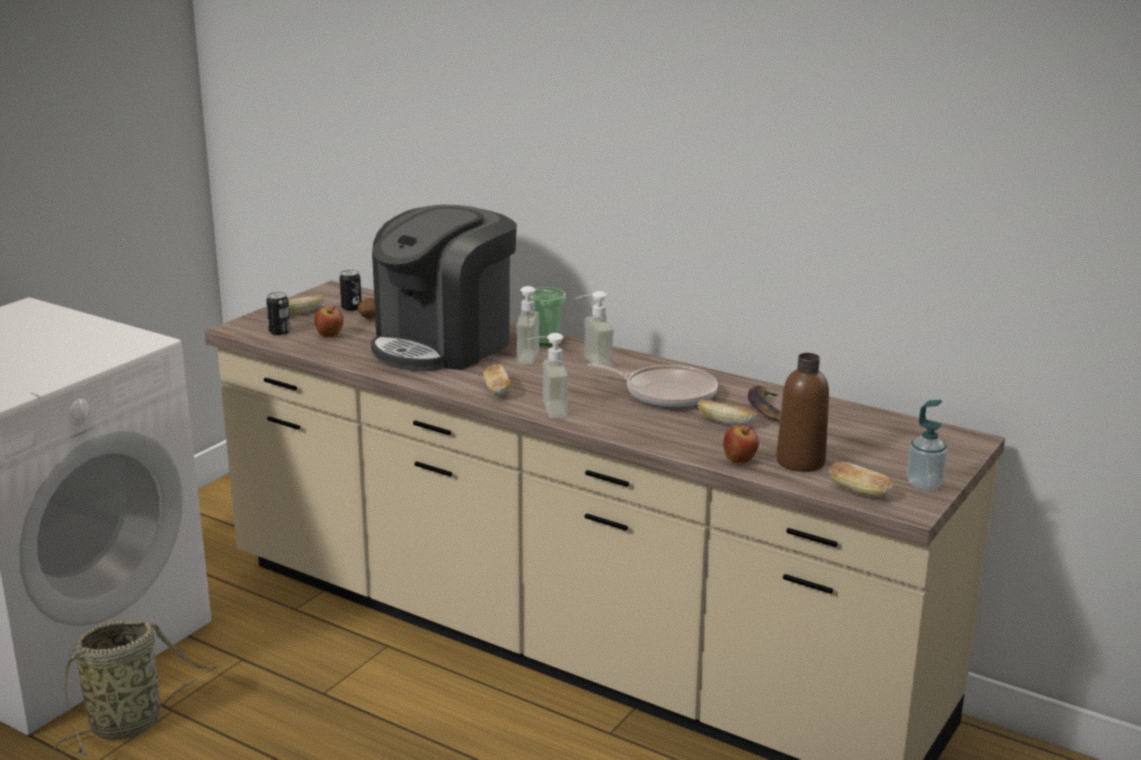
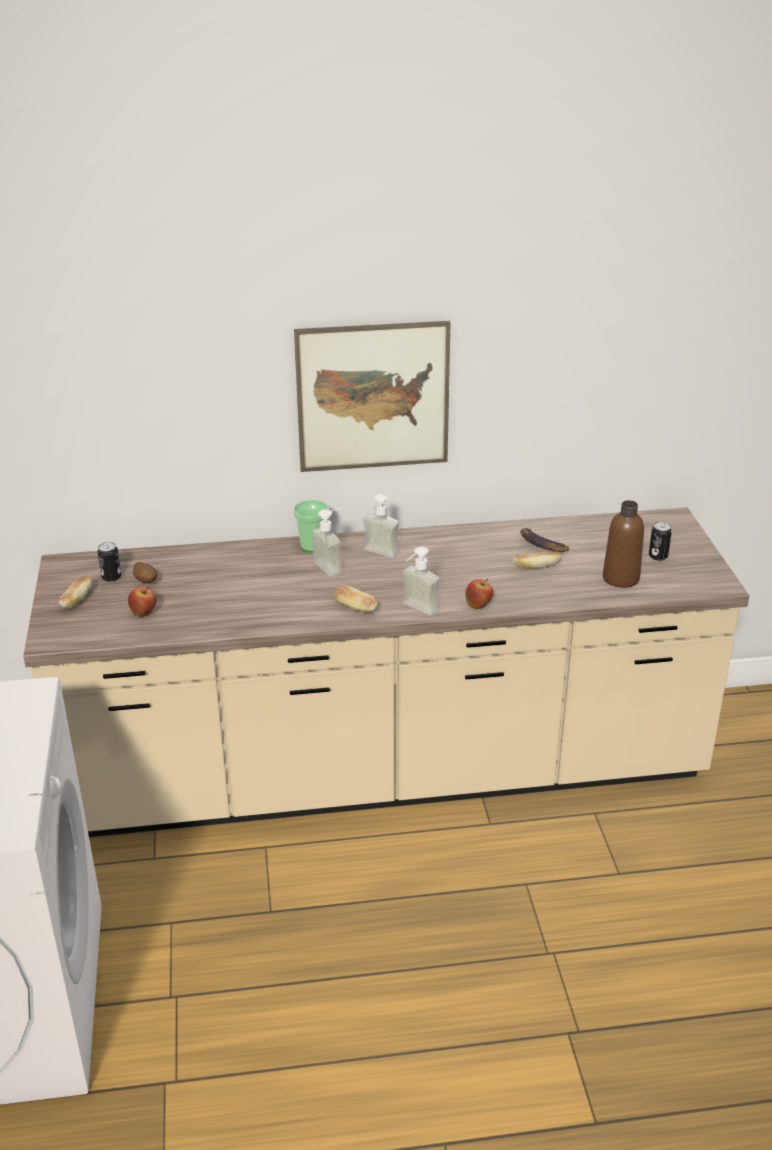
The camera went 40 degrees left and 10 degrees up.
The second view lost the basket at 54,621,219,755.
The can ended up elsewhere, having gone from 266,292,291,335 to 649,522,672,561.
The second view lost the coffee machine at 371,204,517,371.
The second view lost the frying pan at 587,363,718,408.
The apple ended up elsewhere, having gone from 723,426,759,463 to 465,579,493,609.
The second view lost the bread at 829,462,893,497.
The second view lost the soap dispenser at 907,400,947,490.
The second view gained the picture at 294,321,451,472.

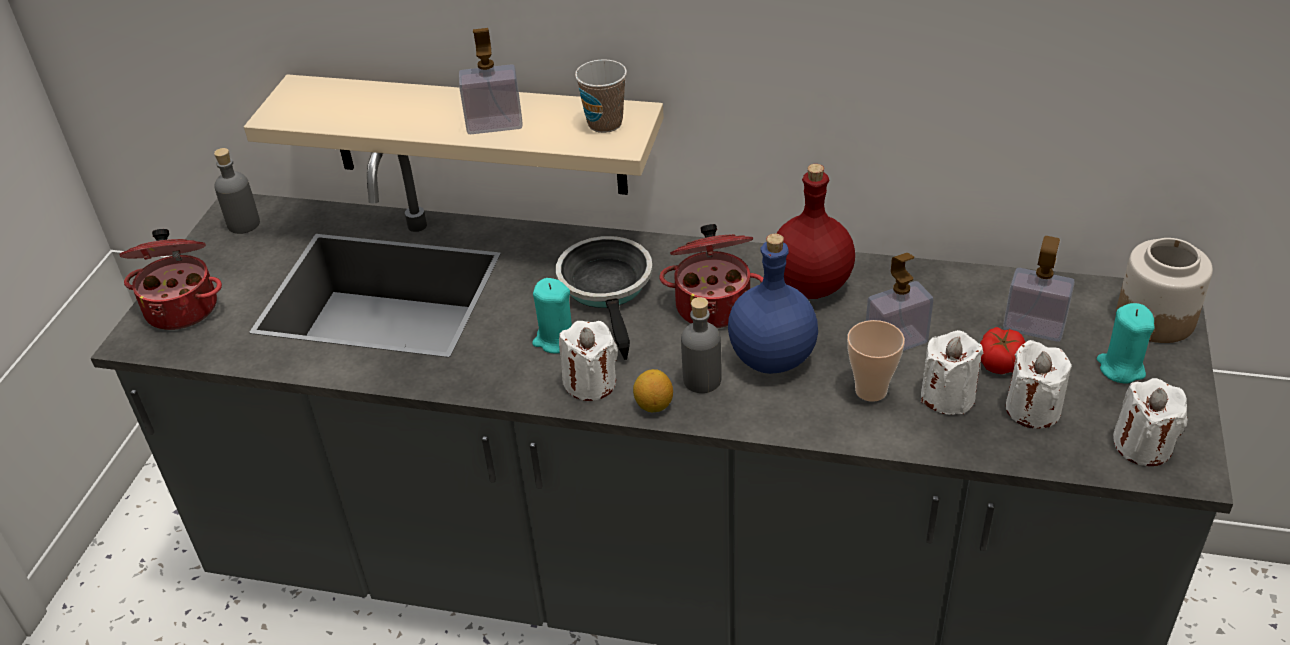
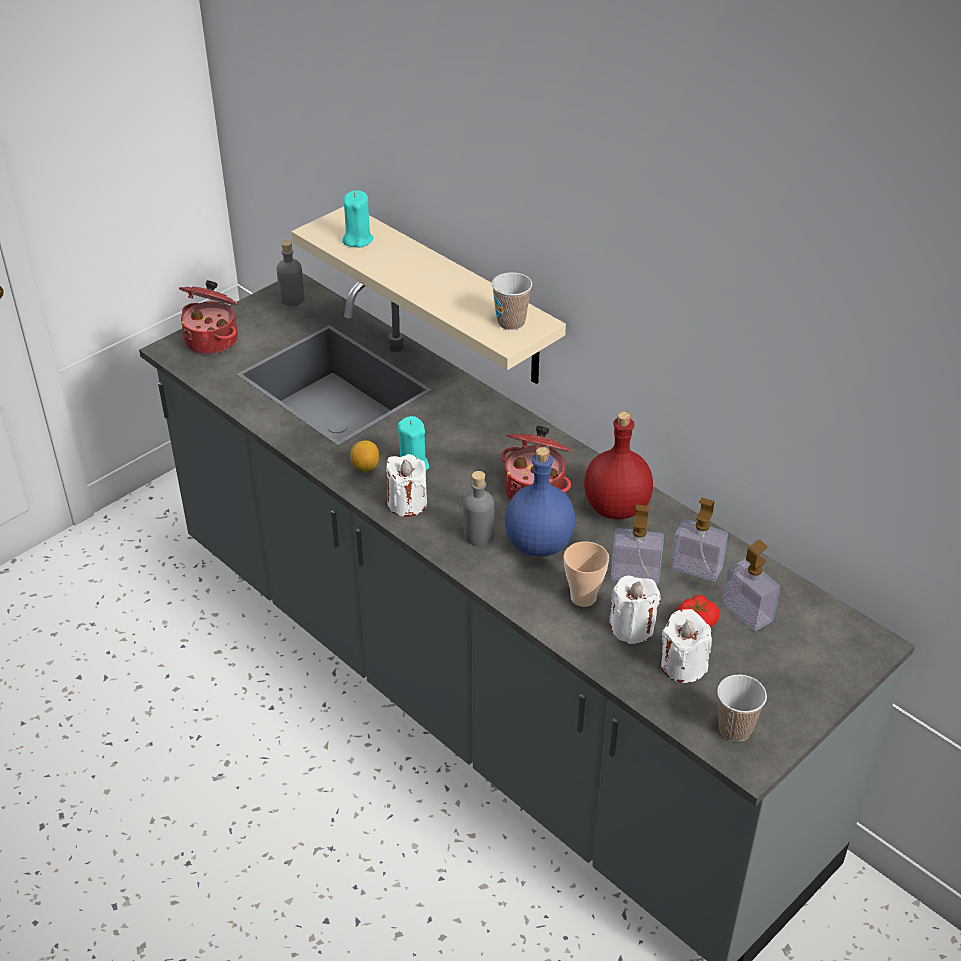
The camera went 30 degrees right and 0 degrees up.
The soap dispenser ended up elsewhere, having gone from 459,28,523,134 to 671,498,728,582.
The second view lost the frying pan at 556,236,653,360.
The lemon ended up elsewhere, having gone from 633,369,673,412 to 350,440,379,472.
The candle (turquoise) ended up elsewhere, having gone from 1097,303,1155,384 to 342,191,373,248.
Where the candle (white) stood at 1113,378,1187,466, the cup came to stand at 717,675,767,742.
The second view lost the jar at 1116,238,1213,343.

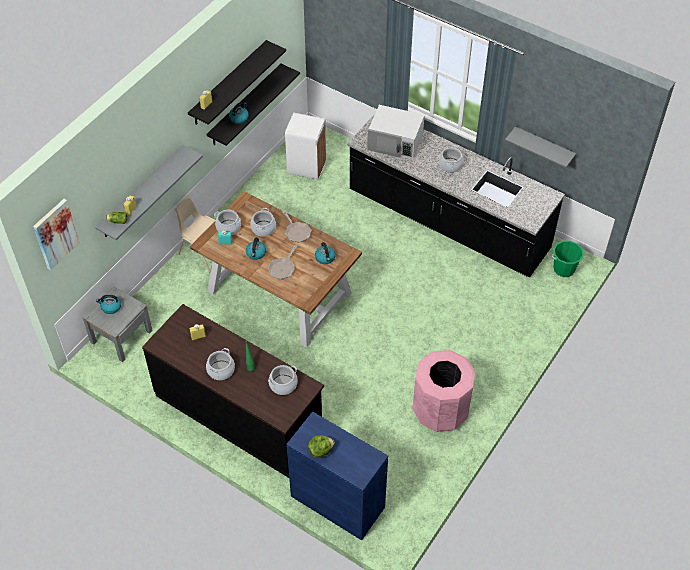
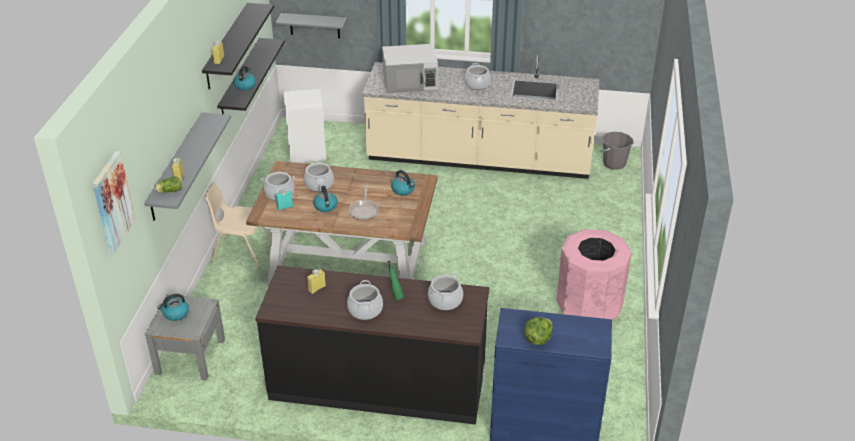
The camera went 25 degrees left and 15 degrees down.
The second view lost the frying pan at 283,211,311,243.
What was the counter (black) at 347,114,565,277 turned into the counter (beige) at 362,55,599,179.
The shelf (grey) ended up elsewhere, having gone from 505,126,576,168 to 275,13,347,38.
What was the bucket (green) at 552,241,584,277 turned into the bucket (grey) at 601,132,634,170.

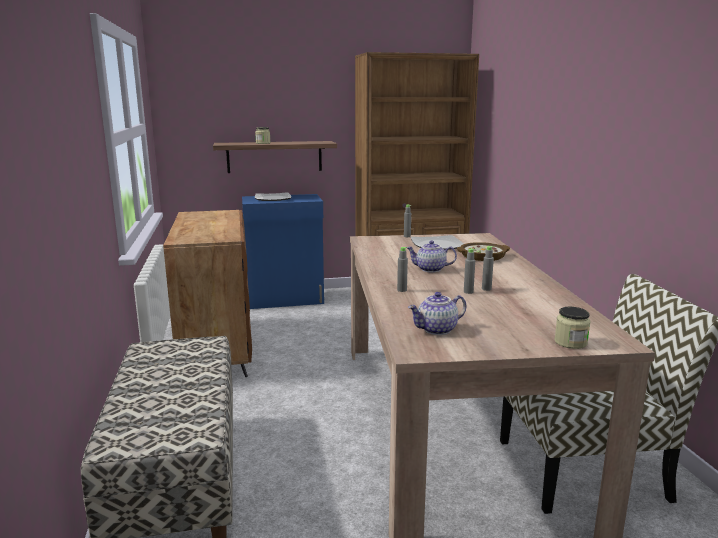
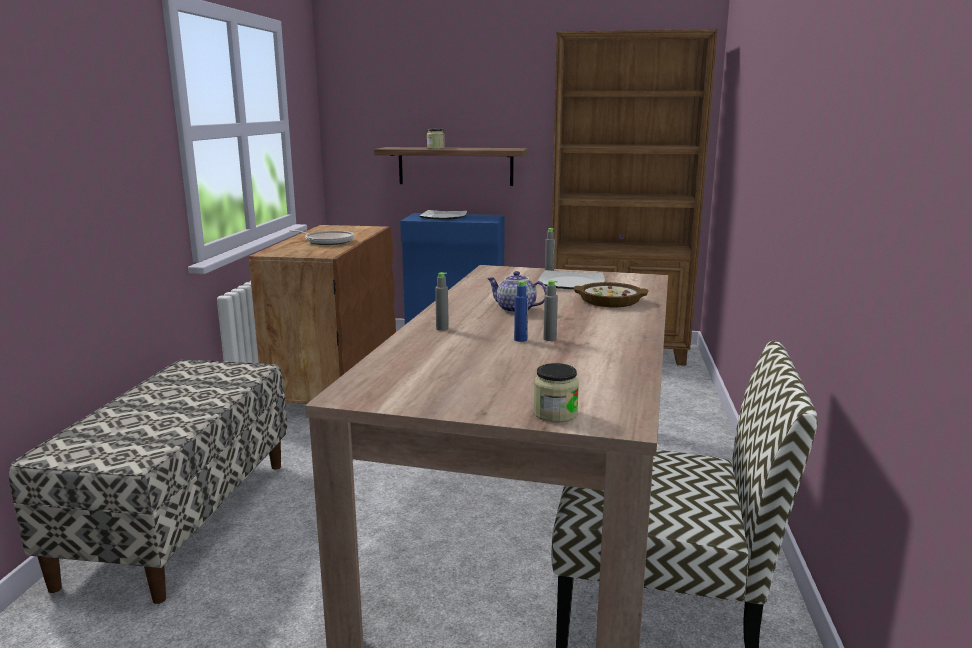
The camera went 20 degrees right and 0 degrees up.
The second view lost the teapot at 408,292,466,335.
What was the bottle (grey) at 464,248,475,294 turned into the bottle (blue) at 514,281,528,342.
The second view gained the frying pan at 289,230,354,245.

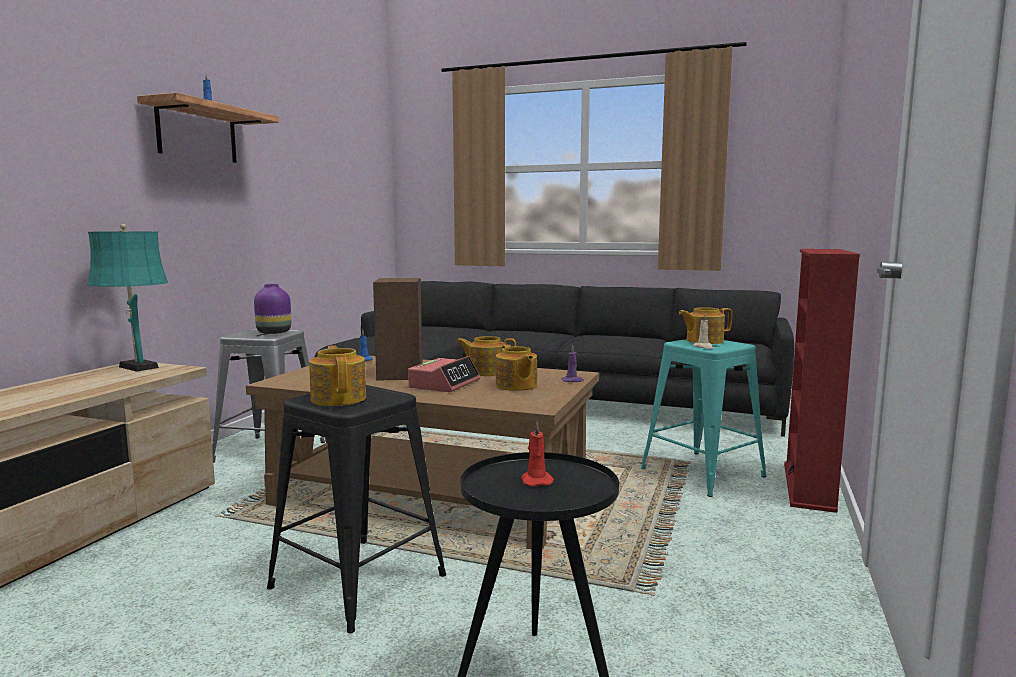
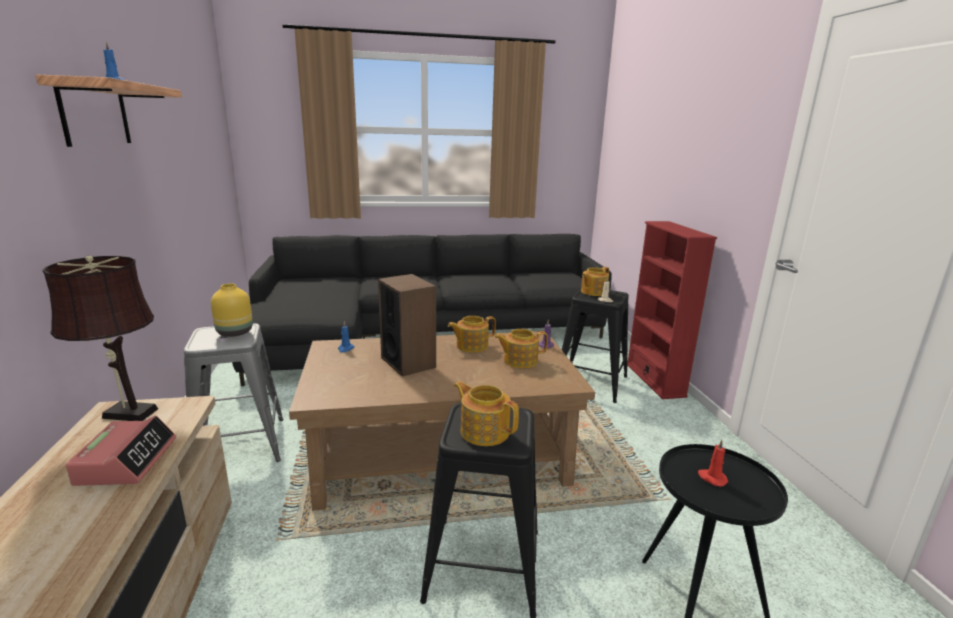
The camera went 30 degrees left and 10 degrees up.
What was the table lamp (turquoise) at 87,224,168,372 turned into the table lamp (brown) at 42,255,158,421.
What was the vase (purple) at 254,284,291,334 turned into the vase (yellow) at 211,283,253,337.
The alarm clock ended up elsewhere, having gone from 408,356,480,392 to 66,416,176,486.
The teapot at 496,344,537,391 ended up facing another way, 135 degrees clockwise from before.
What was the stool (turquoise) at 641,339,767,497 turned into the stool (black) at 562,289,629,403.

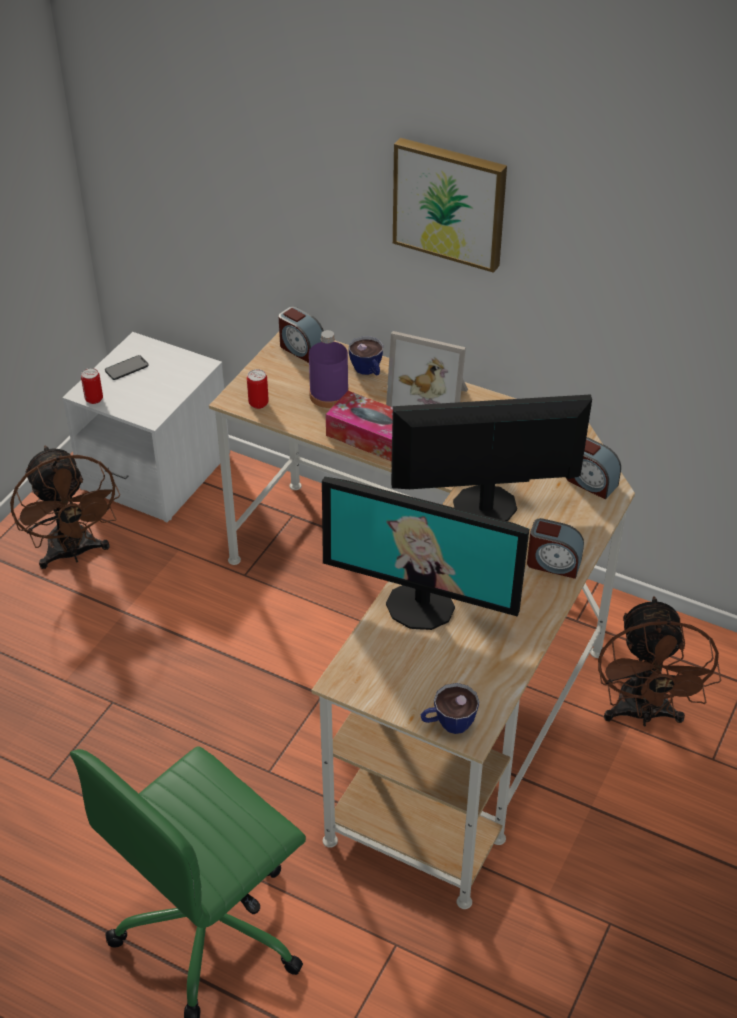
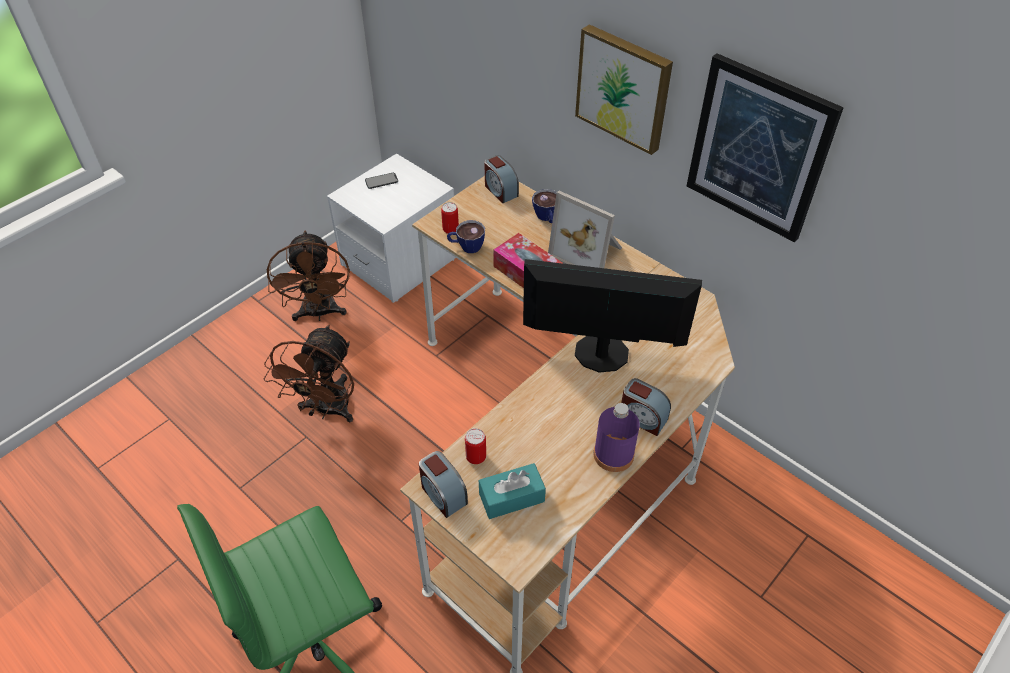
The camera went 15 degrees right and 5 degrees up.
The can ended up elsewhere, having gone from 81,368,103,404 to 465,428,486,464.
The bottle (purple) ended up elsewhere, having gone from 309,330,349,408 to 594,403,640,472.
The second view lost the monitor at 322,477,529,630.
The cup ended up elsewhere, having gone from 421,683,479,734 to 447,220,485,253.
The alarm clock ended up elsewhere, having gone from 566,437,621,499 to 419,451,468,518.
The fan (brown) ended up elsewhere, having gone from 598,596,721,727 to 264,325,354,422.
The second view gained the tissue box (turquoise) at 479,463,546,519.
The second view gained the picture at 687,53,844,242.

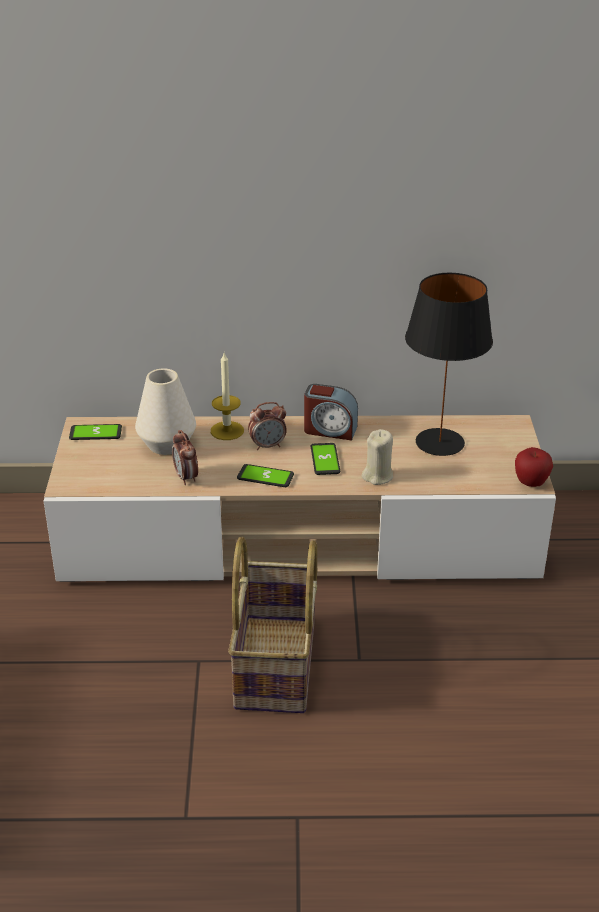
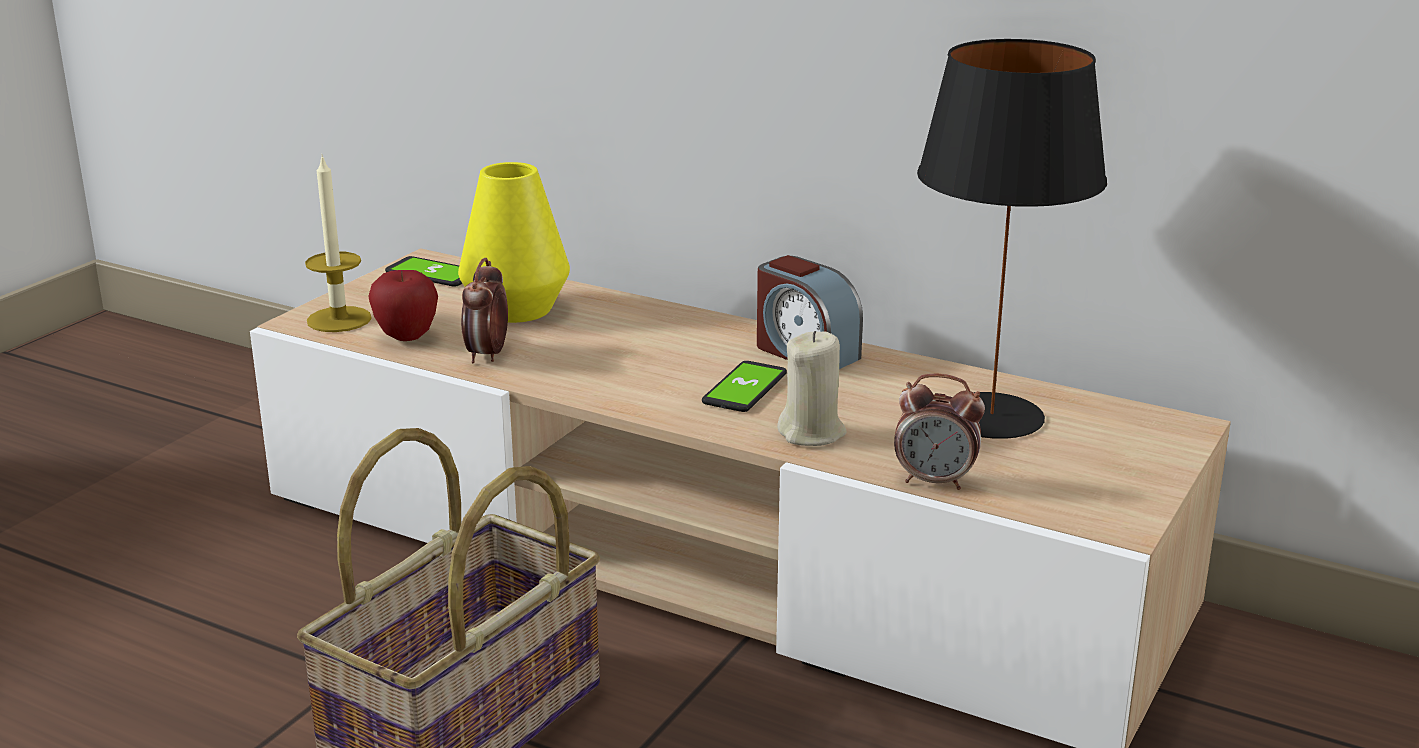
The camera went 30 degrees right and 10 degrees down.
What was the vase (white) at 135,368,196,455 turned into the vase (yellow) at 458,162,570,323.
The candle ended up elsewhere, having gone from 211,353,244,440 to 305,155,372,332.
The second view lost the phone at 237,464,294,487.
The alarm clock ended up elsewhere, having gone from 248,402,287,450 to 894,373,985,490.
The apple ended up elsewhere, having gone from 515,447,553,487 to 369,270,438,341.

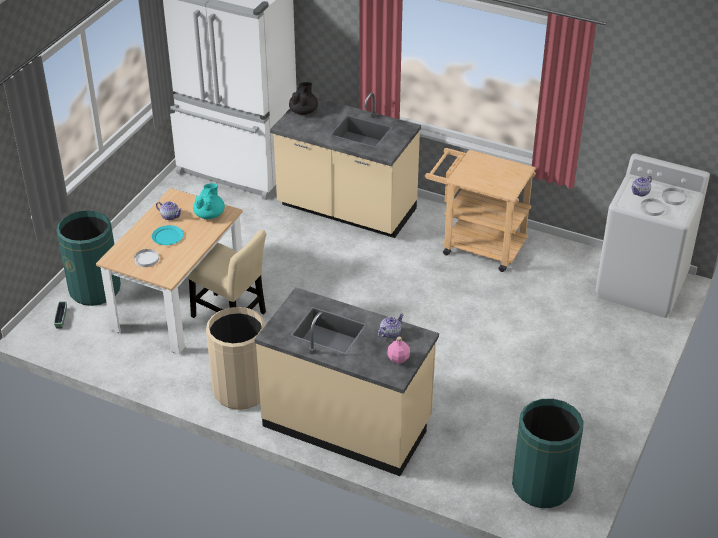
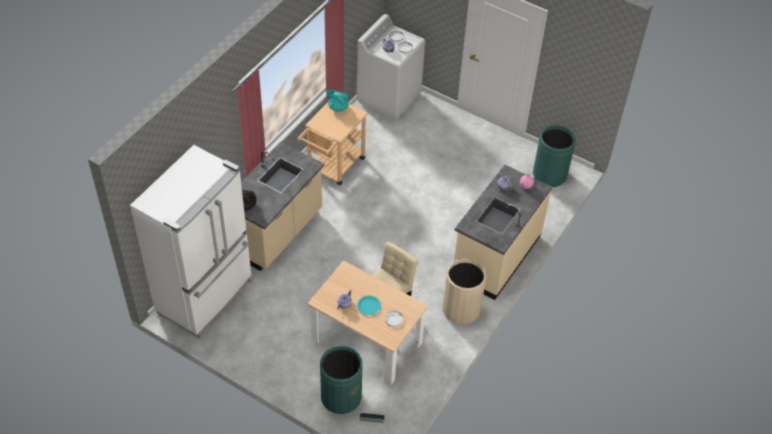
The camera went 85 degrees left and 10 degrees up.
The teapot (turquoise) ended up elsewhere, having gone from 193,183,225,219 to 326,89,349,112.

